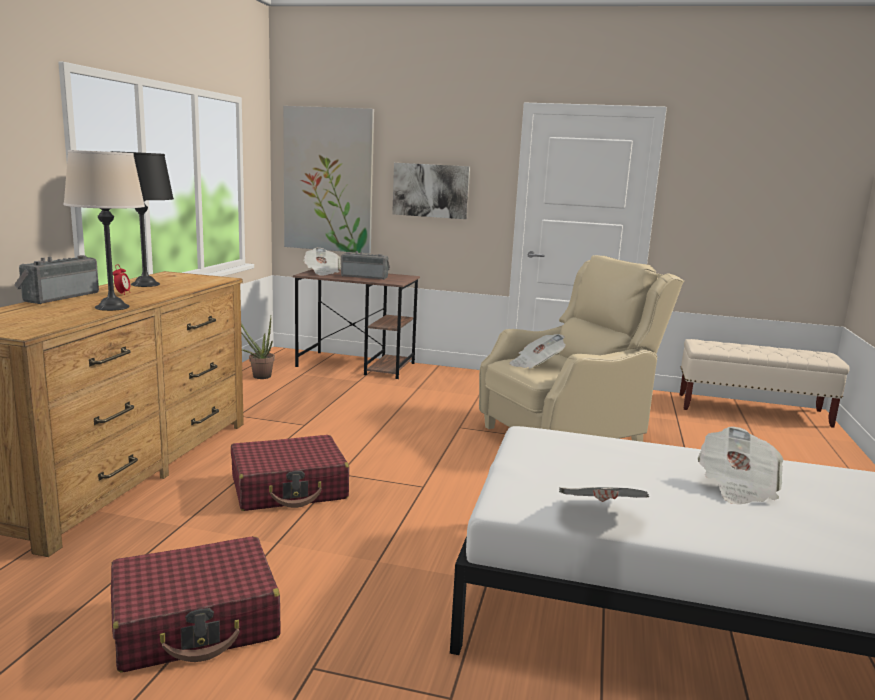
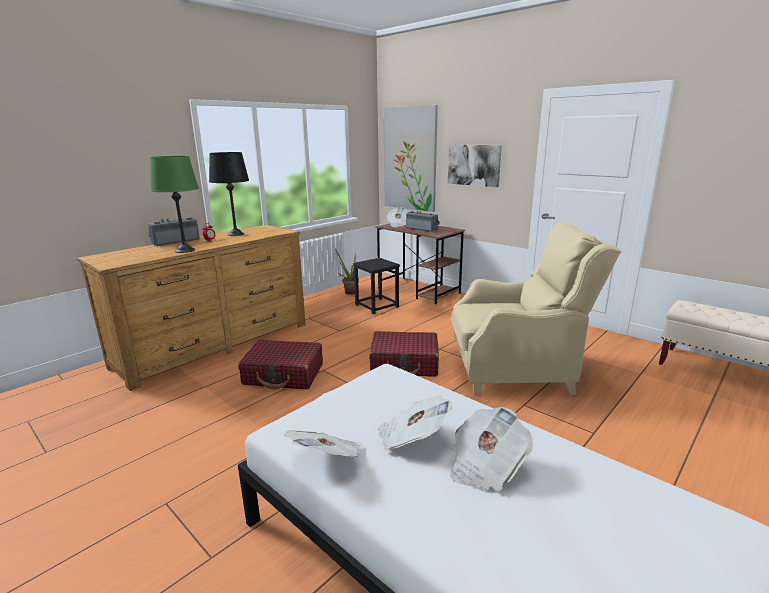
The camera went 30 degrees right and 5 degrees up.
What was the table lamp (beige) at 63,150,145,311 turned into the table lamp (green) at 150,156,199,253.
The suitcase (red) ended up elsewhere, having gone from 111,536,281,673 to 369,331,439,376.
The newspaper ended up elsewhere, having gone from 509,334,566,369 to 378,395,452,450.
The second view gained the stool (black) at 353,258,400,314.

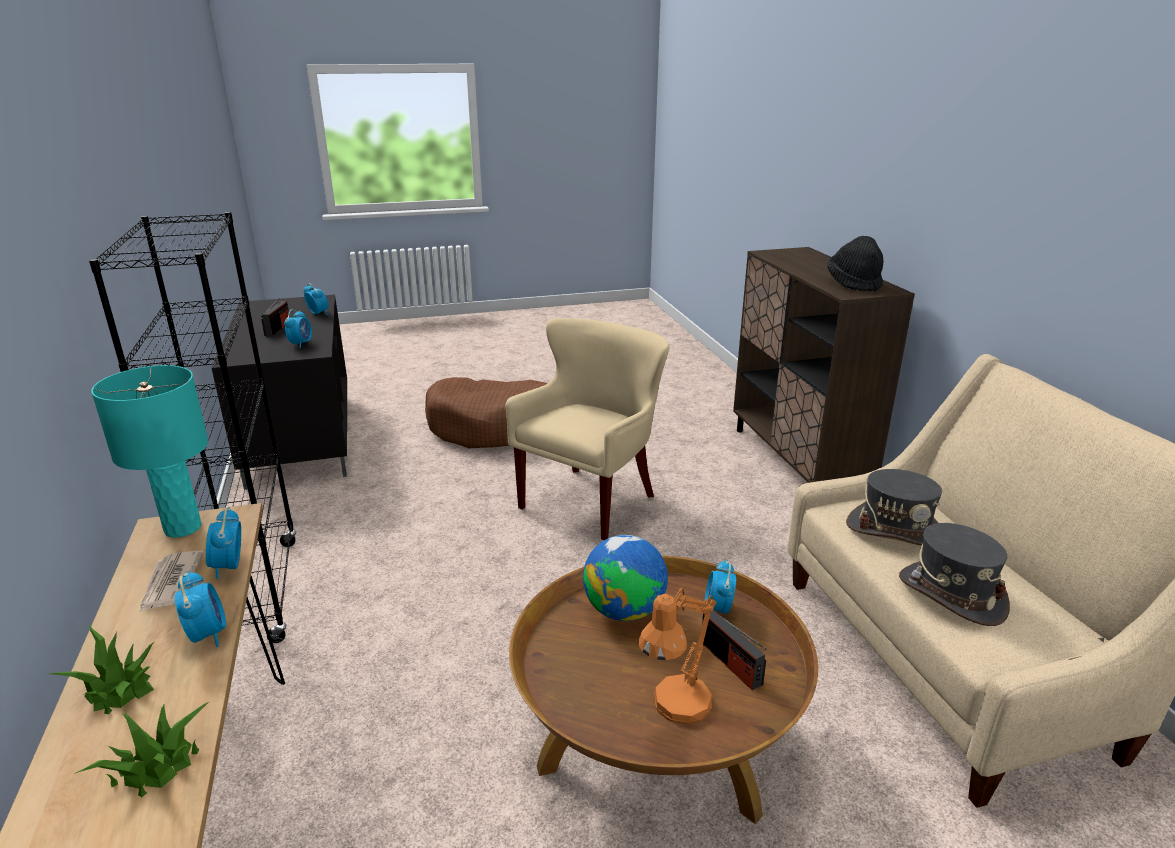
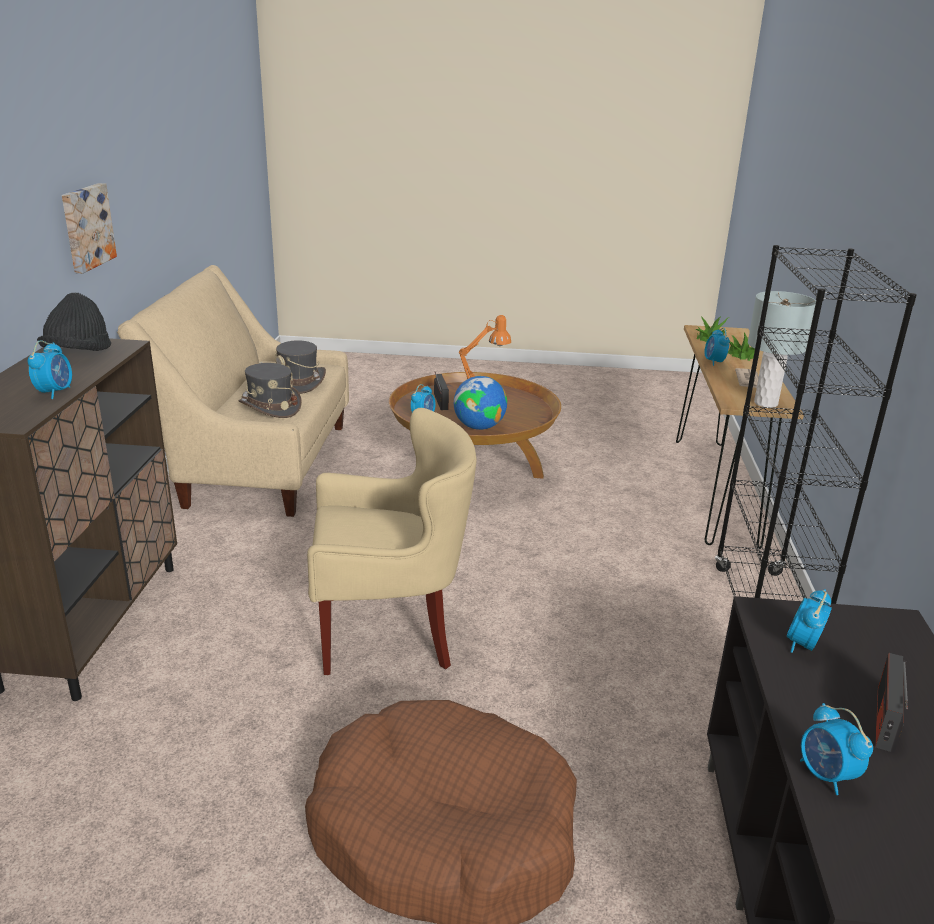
The camera went 160 degrees left and 0 degrees up.
What was the table lamp (turquoise) at 91,365,209,538 turned into the table lamp (grey) at 748,291,816,408.
The alarm clock ended up elsewhere, having gone from 206,508,241,579 to 28,340,72,399.
The armchair (beige) at 506,318,669,541 ended up facing another way, 150 degrees counterclockwise from before.
The second view gained the picture at 62,183,117,274.

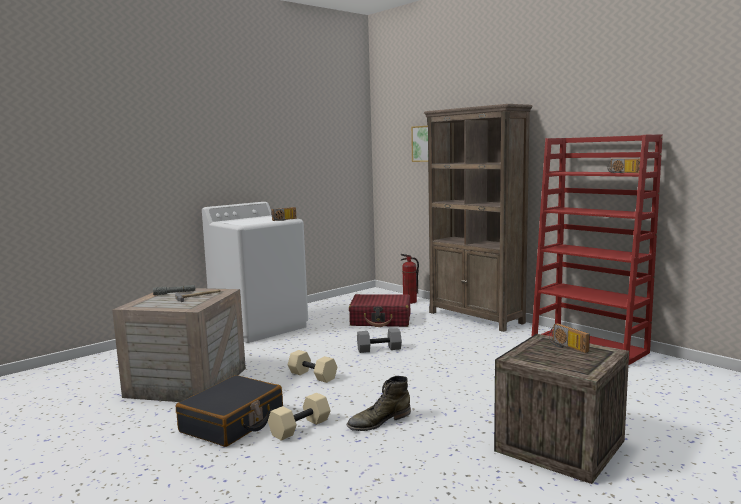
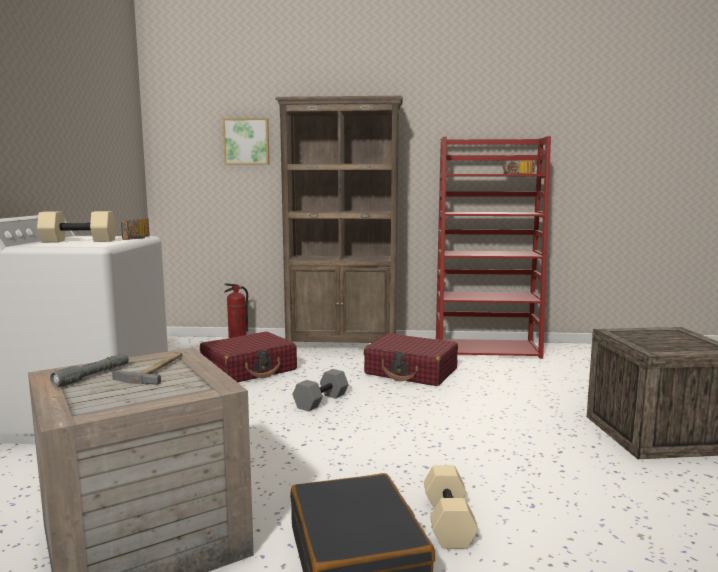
The camera went 45 degrees left and 0 degrees up.
The dumbbell (beige) ended up elsewhere, having gone from 288,350,337,383 to 37,211,116,242.
The second view lost the boot (green) at 346,376,411,431.
The second view lost the radio at 549,323,590,353.
The second view gained the suitcase (red) at 364,333,458,386.

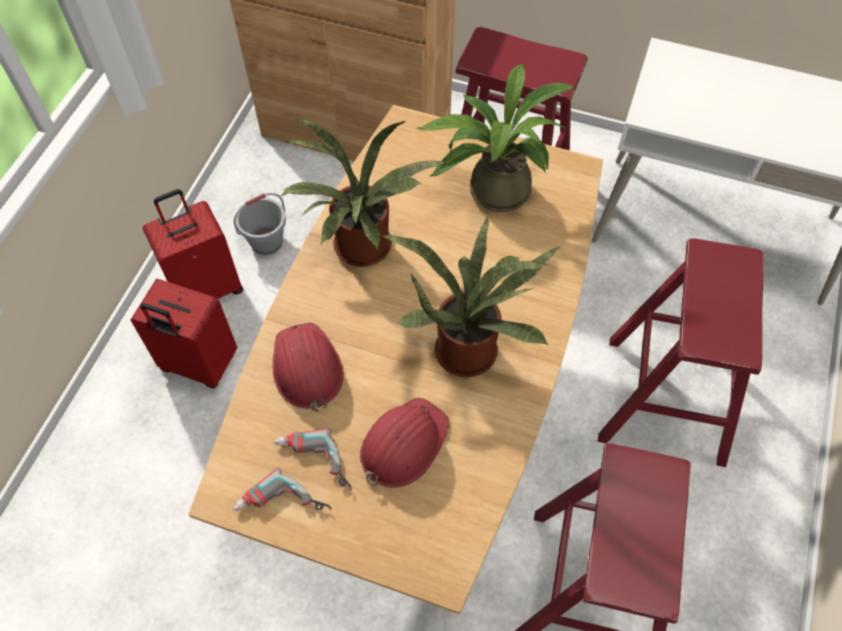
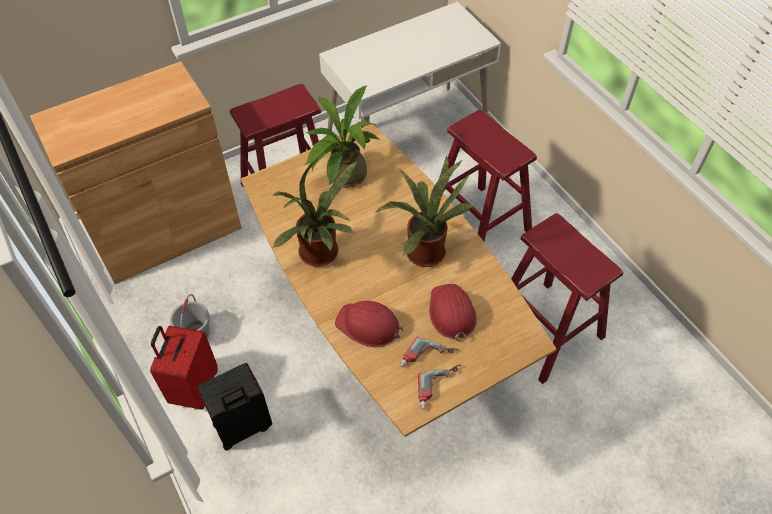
The camera went 50 degrees left and 5 degrees down.
What was the suitcase (red) at 131,279,237,388 turned into the suitcase (black) at 197,363,272,451.

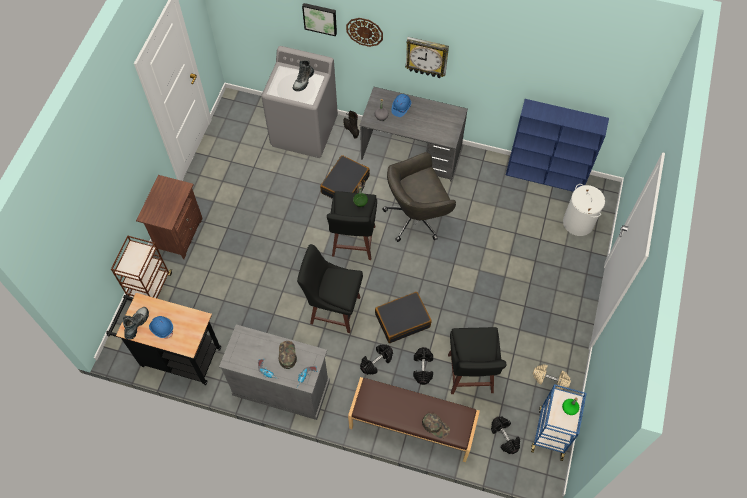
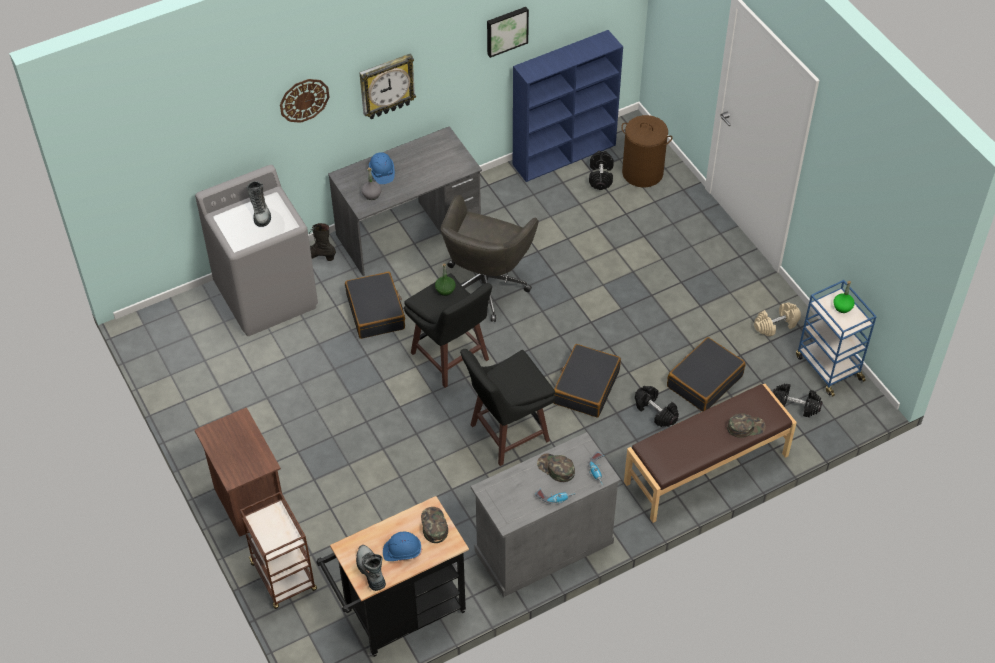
The camera went 45 degrees left and 10 degrees down.
The picture ended up elsewhere, having gone from 302,3,337,37 to 487,7,529,58.
The dumbbell (black) ended up elsewhere, having gone from 360,344,393,375 to 589,151,614,190.
Where the stool (black) stood at 448,327,506,394, the suitcase (black) came to stand at 667,337,746,412.
What was the laundry basket (white) at 563,184,605,236 turned into the laundry basket (brown) at 621,115,672,187.
The second view gained the cap (green) at 421,507,448,543.

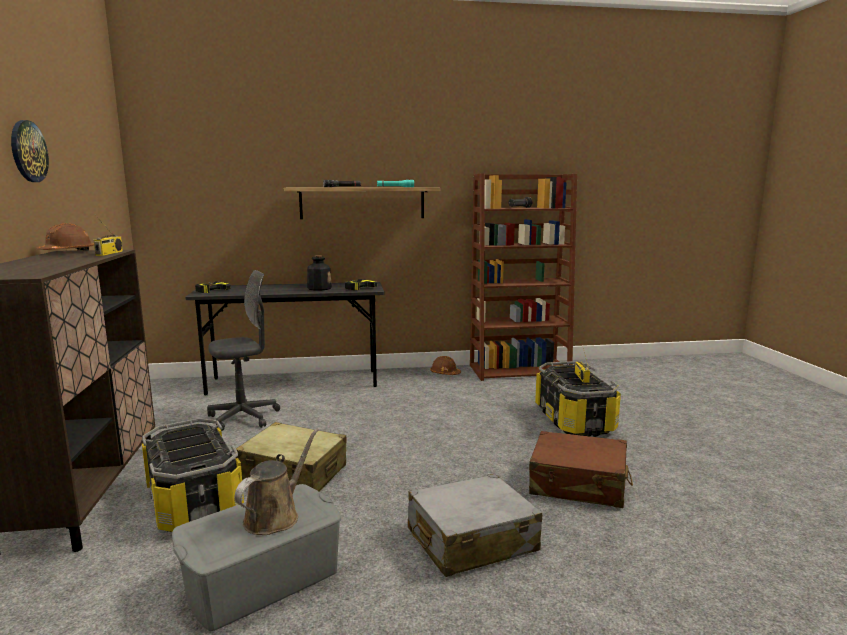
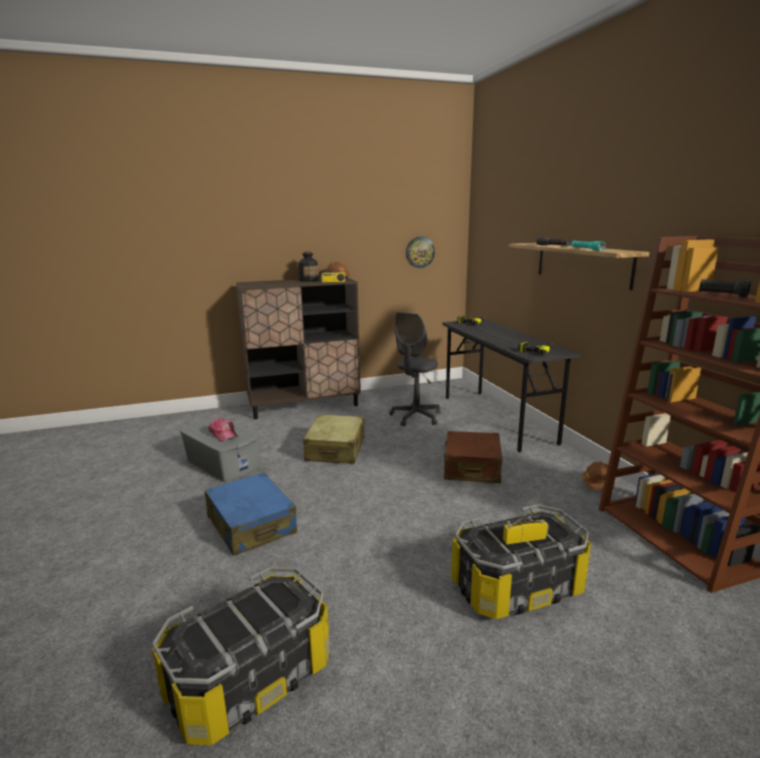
The camera went 80 degrees right and 5 degrees up.
The wall clock ended up elsewhere, having gone from 11,120,49,182 to 406,237,435,268.
The storage box ended up elsewhere, having gone from 142,418,244,532 to 152,567,330,745.
The office chair (grey) at 207,270,280,431 ended up facing another way, 75 degrees clockwise from before.
Where the watering can (brown) stood at 235,428,319,535, the cap came to stand at 208,418,238,442.
The bottle ended up elsewhere, having gone from 307,255,332,291 to 299,252,319,281.
What was the suitcase (grey) at 408,474,542,577 turned into the suitcase (blue) at 204,473,297,556.
The suitcase (brown) ended up elsewhere, having gone from 529,431,633,508 to 443,431,503,483.

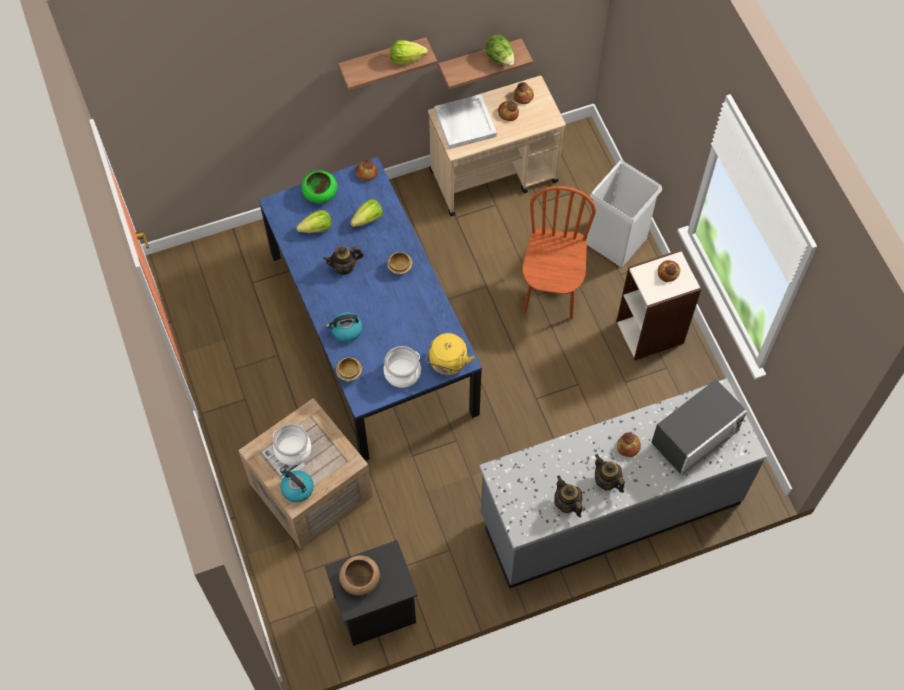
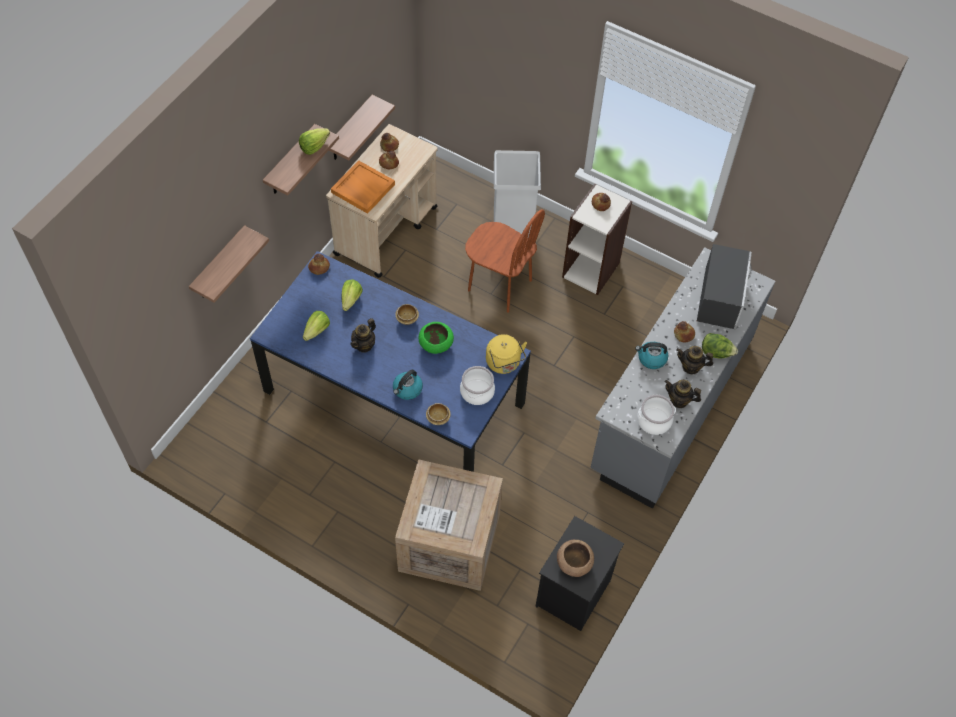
The camera went 40 degrees left and 5 degrees down.
The cooking pot ended up elsewhere, having gone from 273,424,311,465 to 637,395,676,435.
The kettle ended up elsewhere, having gone from 280,468,314,502 to 635,342,668,369.
The bowl (green) ended up elsewhere, having gone from 301,171,337,203 to 418,322,454,354.
What was the tray (white) at 434,94,497,149 turned into the tray (orange) at 331,160,395,214.
The lettuce ended up elsewhere, having gone from 485,35,514,66 to 702,333,738,358.
The chair (brown) at 522,186,596,320 ended up facing another way, 150 degrees clockwise from before.
The second view gained the shelf at 189,225,269,303.

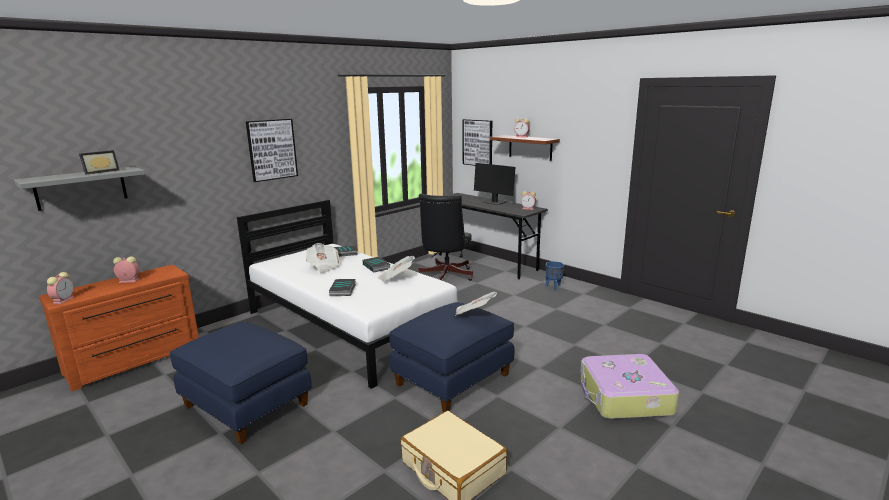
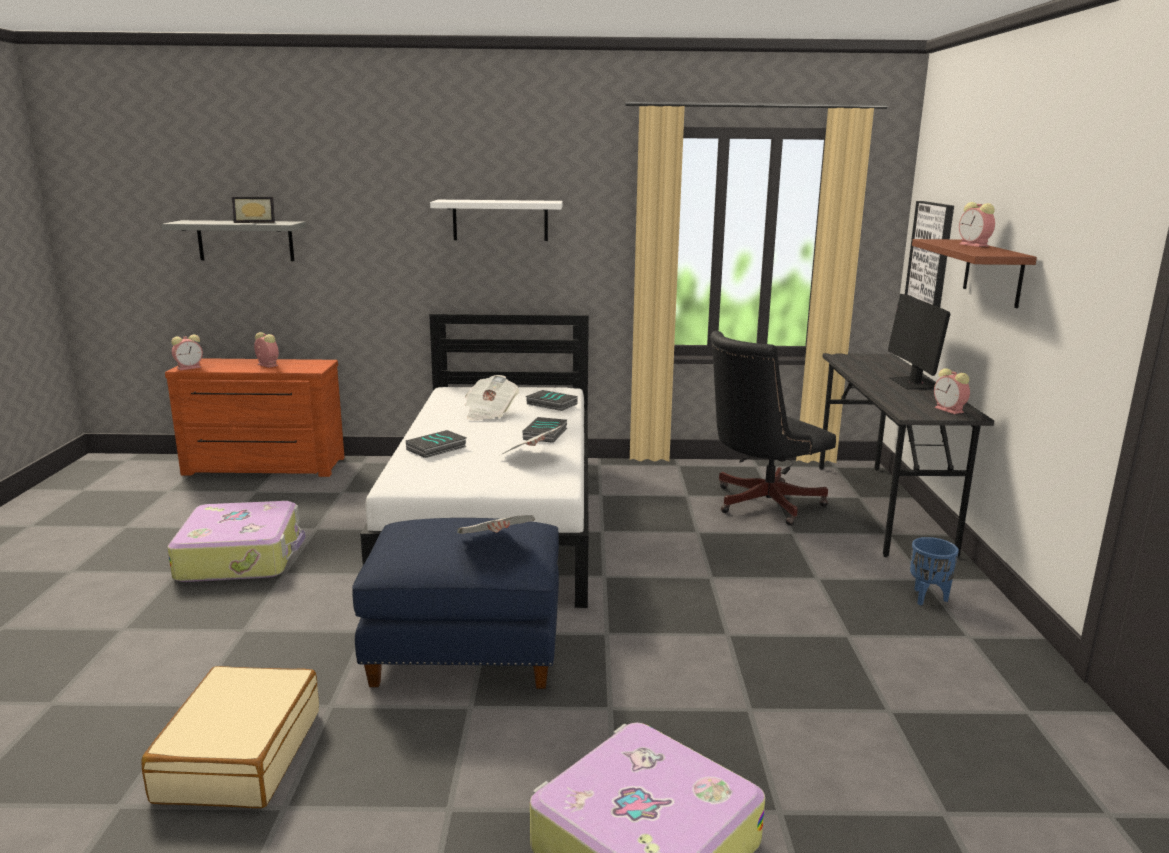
The camera went 45 degrees right and 0 degrees up.
Where the ottoman (blue) stood at 170,322,312,444, the suitcase came to stand at 167,501,306,582.
Where the picture hung at 246,119,298,182, the shelf (white) came to hang at 430,200,563,241.

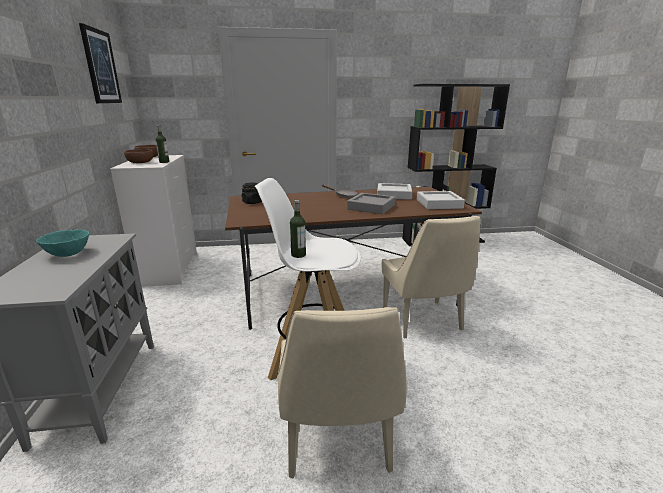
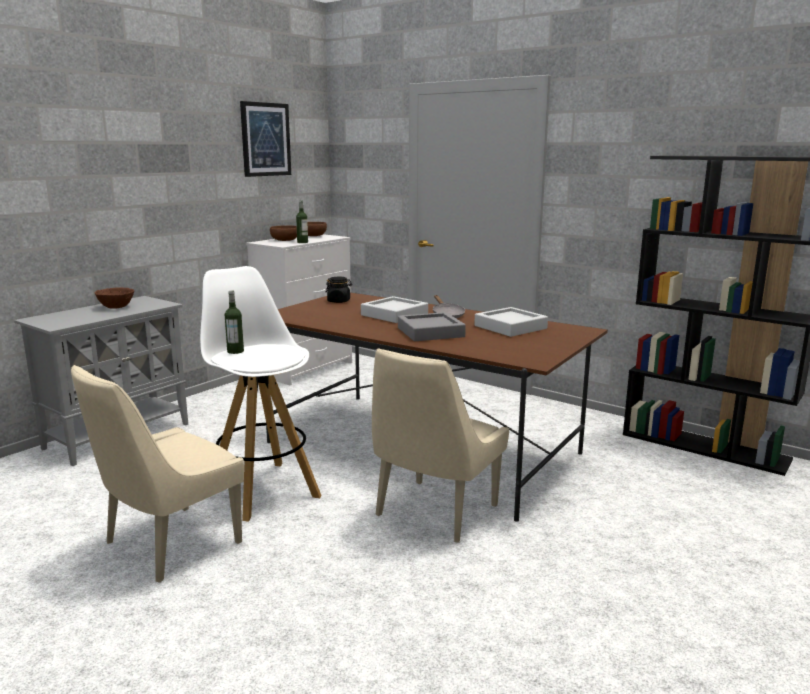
The camera went 45 degrees right and 5 degrees down.
What was the bowl (turquoise) at 36,229,90,257 turned into the bowl (brown) at 94,287,134,309.
The tray (grey) ended up elsewhere, having gone from 417,191,465,209 to 361,296,428,323.

